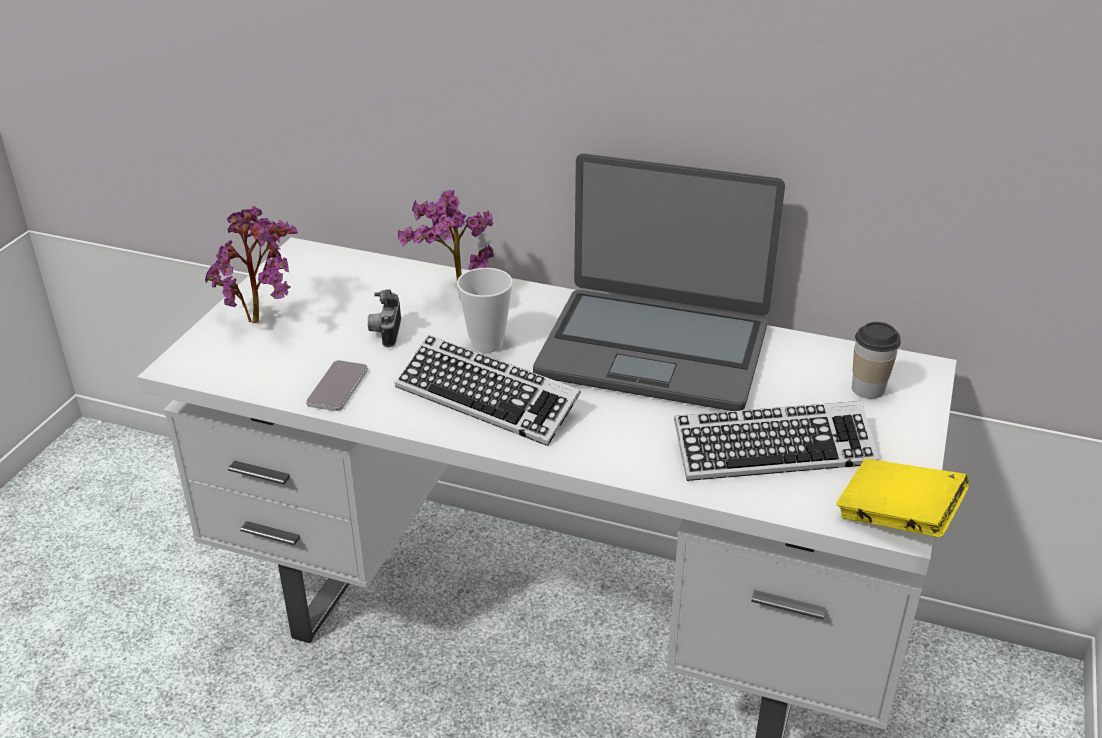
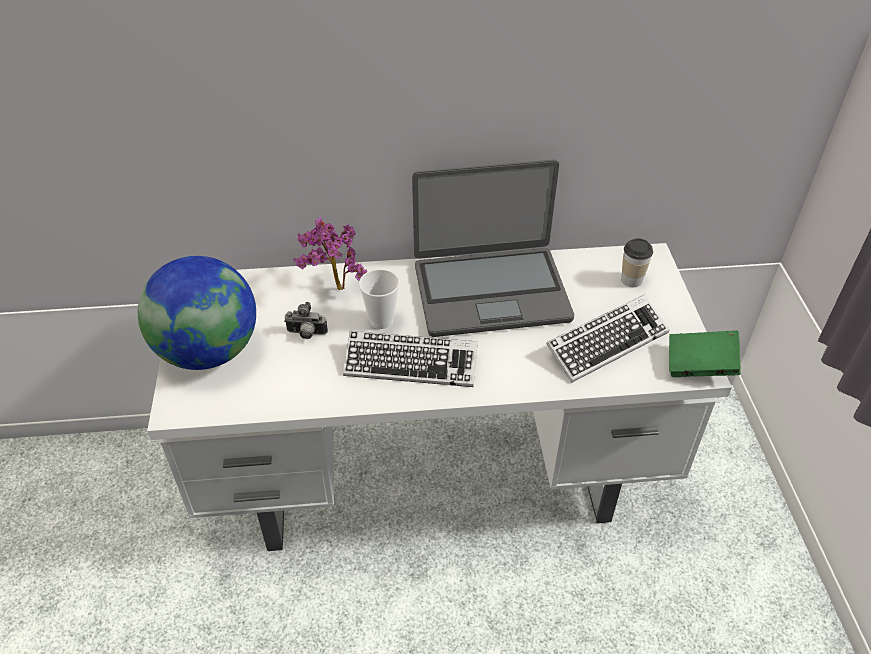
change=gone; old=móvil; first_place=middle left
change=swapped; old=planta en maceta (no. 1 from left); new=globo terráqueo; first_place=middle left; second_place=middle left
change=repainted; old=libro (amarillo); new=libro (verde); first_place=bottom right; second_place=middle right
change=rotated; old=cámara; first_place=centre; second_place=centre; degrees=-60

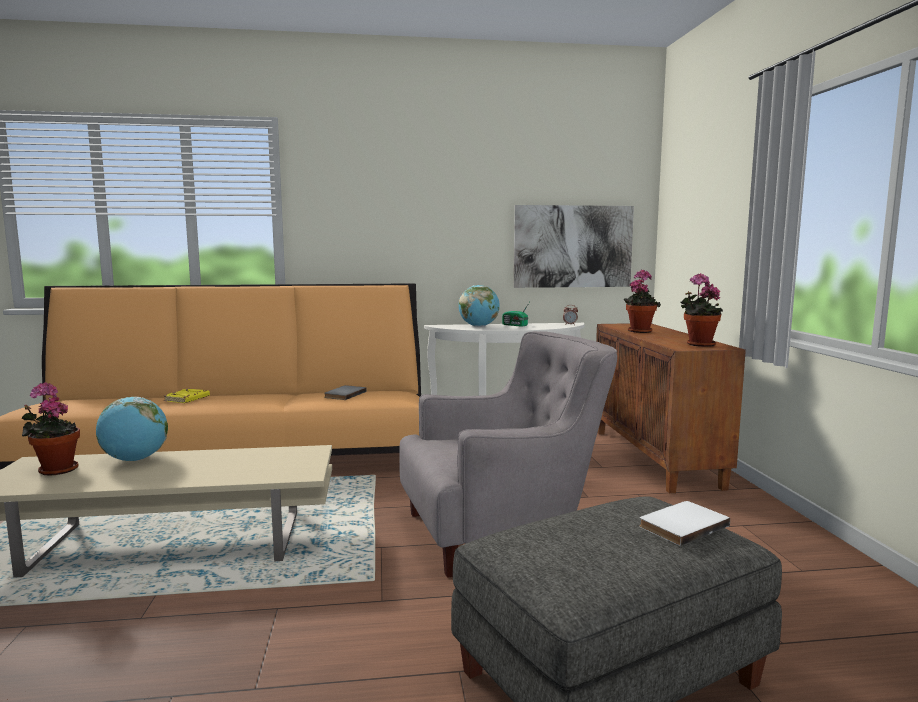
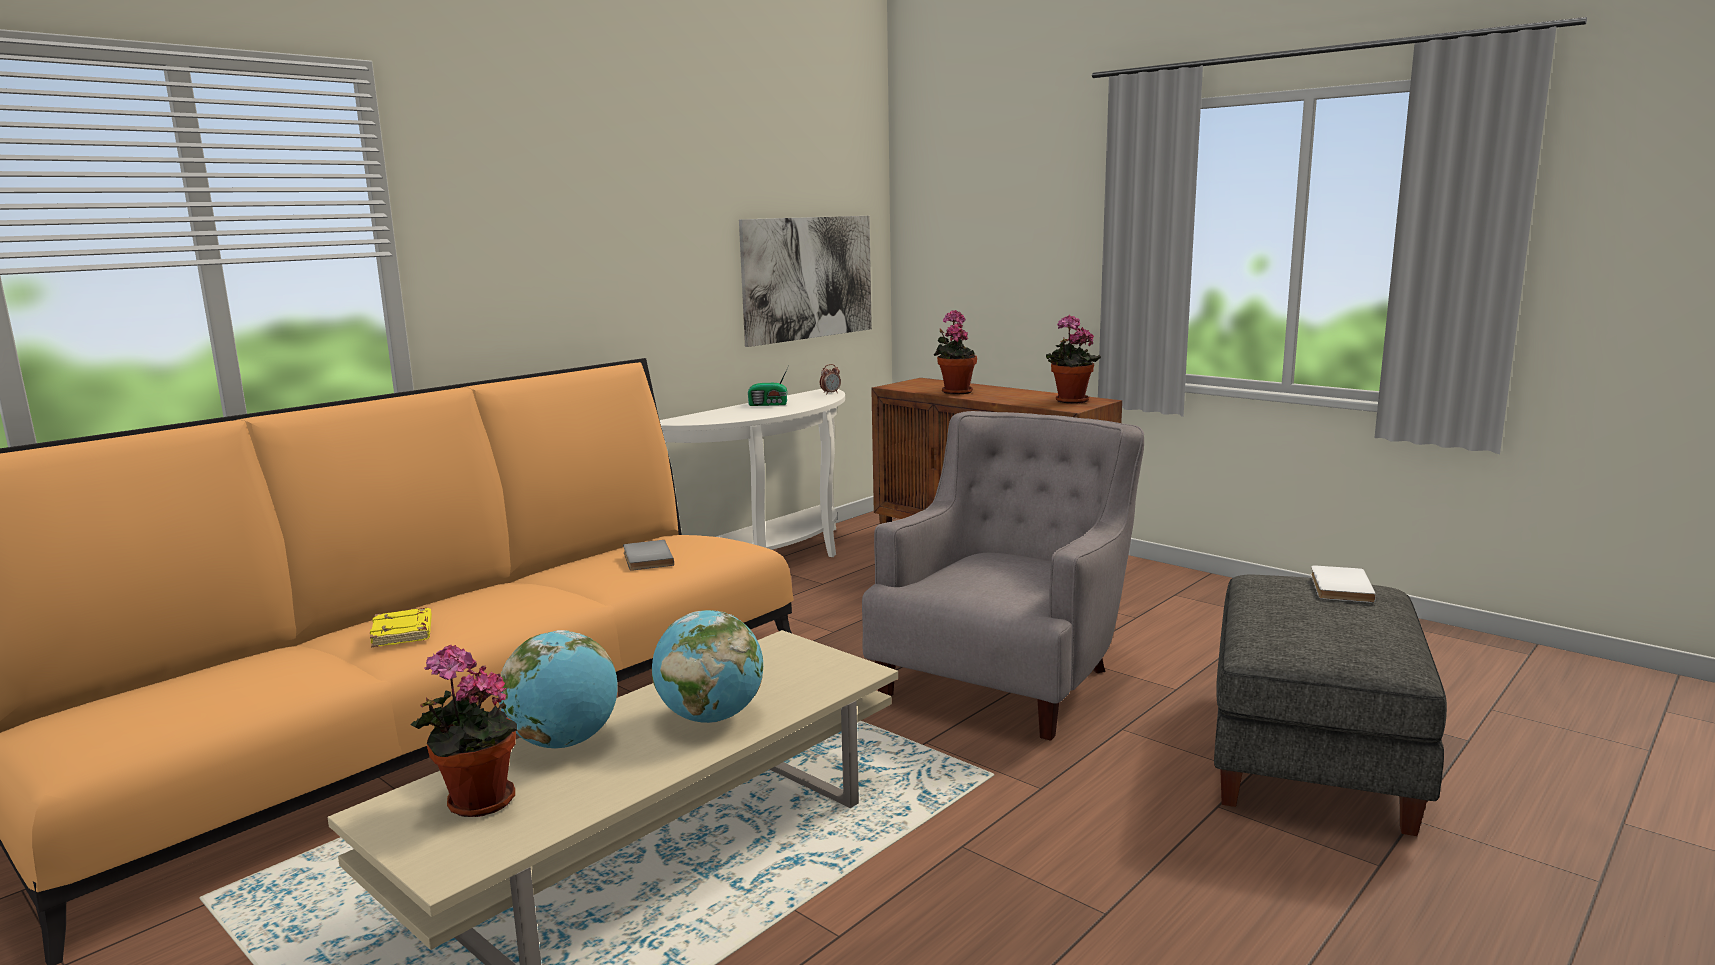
change=shifted; old=globo terráqueo (no. 2 from left); first_place=centre; second_place=bottom centre

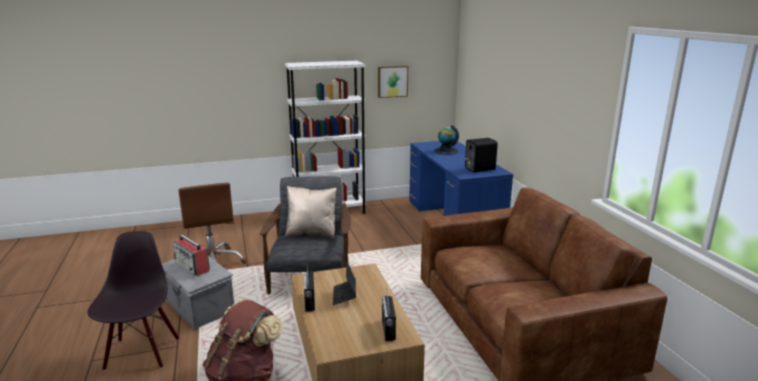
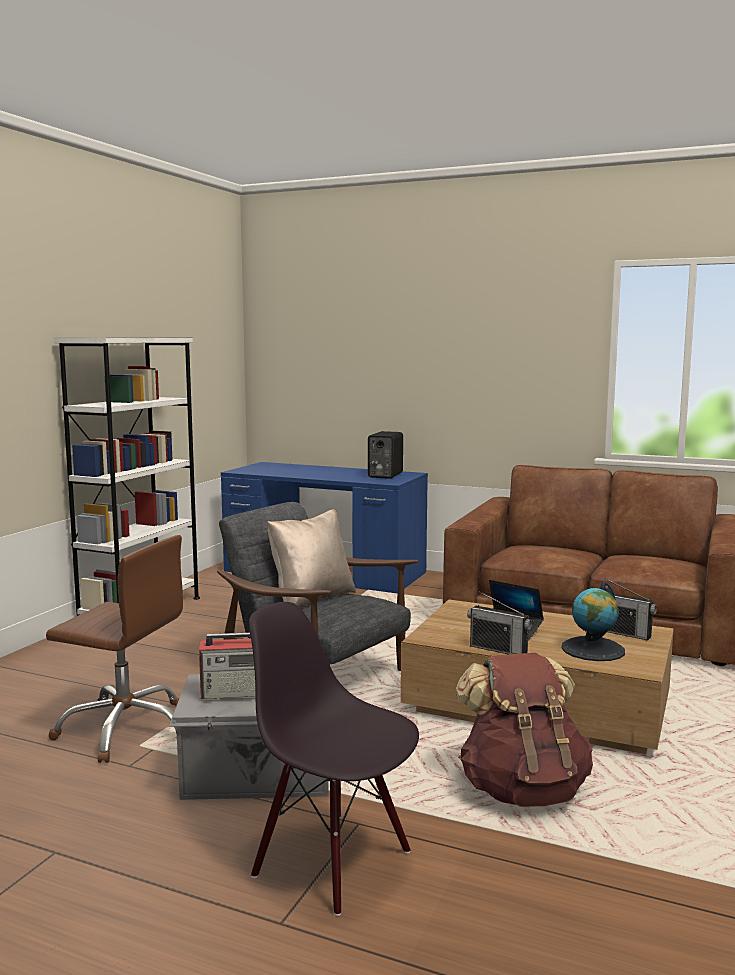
change=gone; old=cuadro; first_place=top centre
change=shifted; old=globo terráqueo; first_place=centre; second_place=middle right

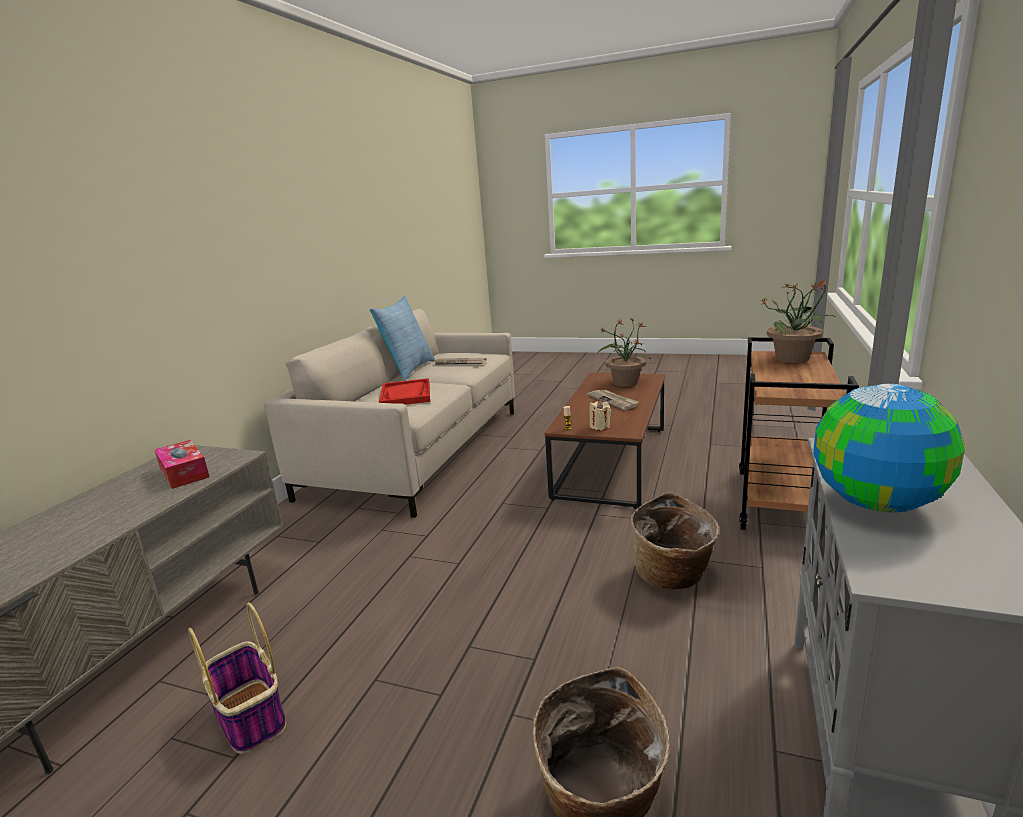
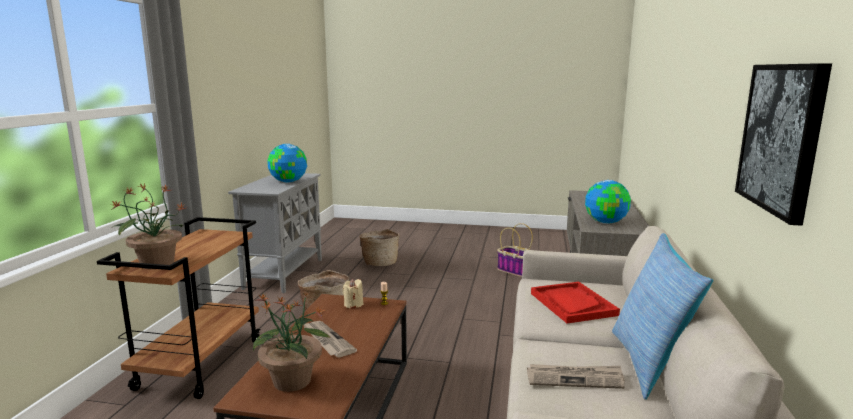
change=new; new=cuadro; second_place=middle right
change=swapped; old=caja de pañuelos; new=globo terráqueo (no. 2 from left); first_place=middle left; second_place=middle right

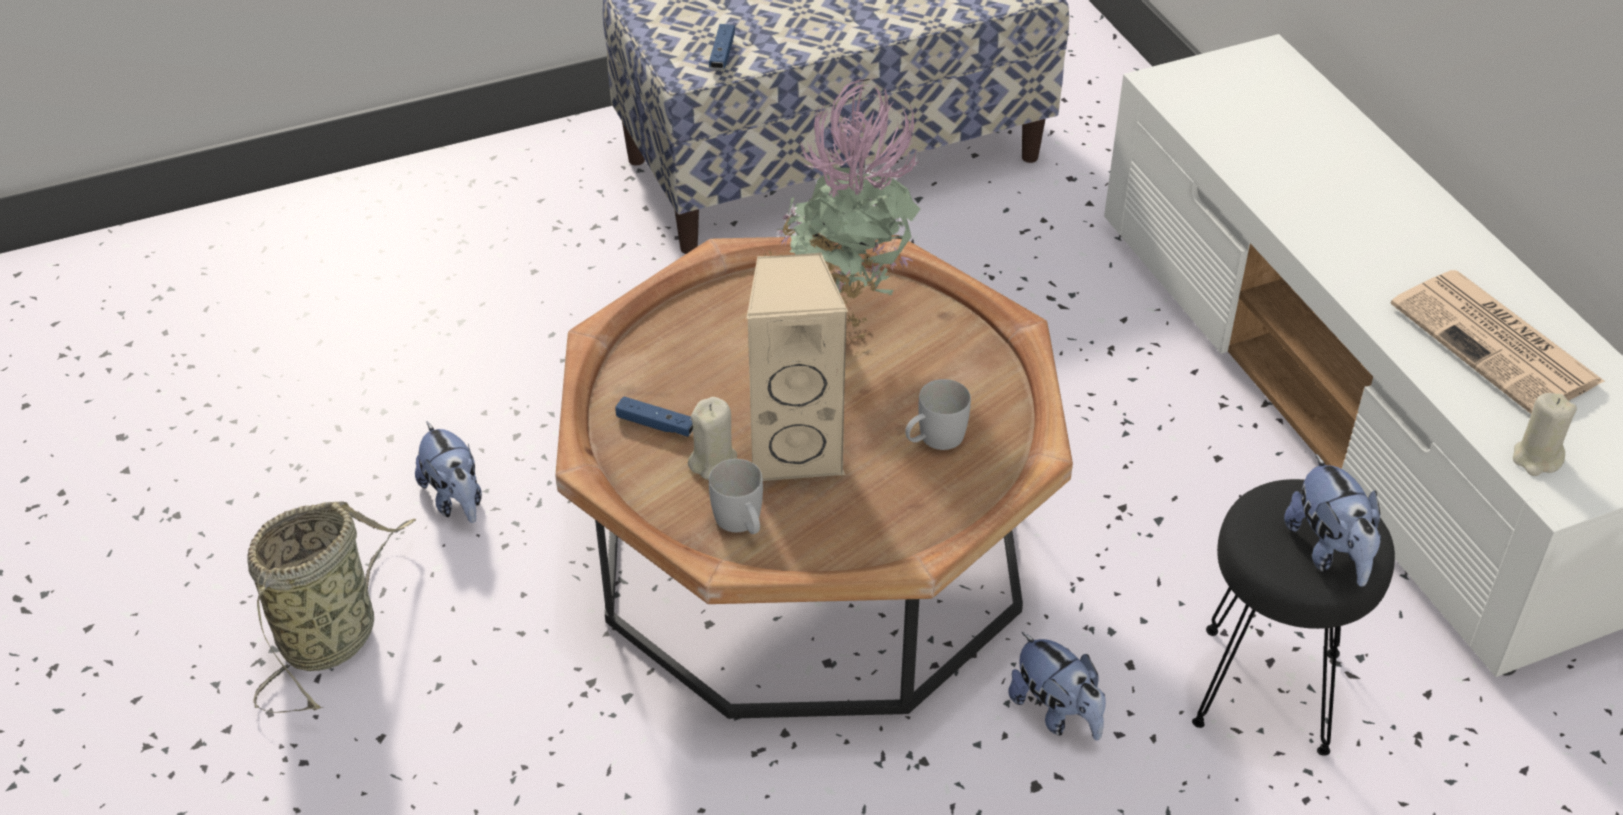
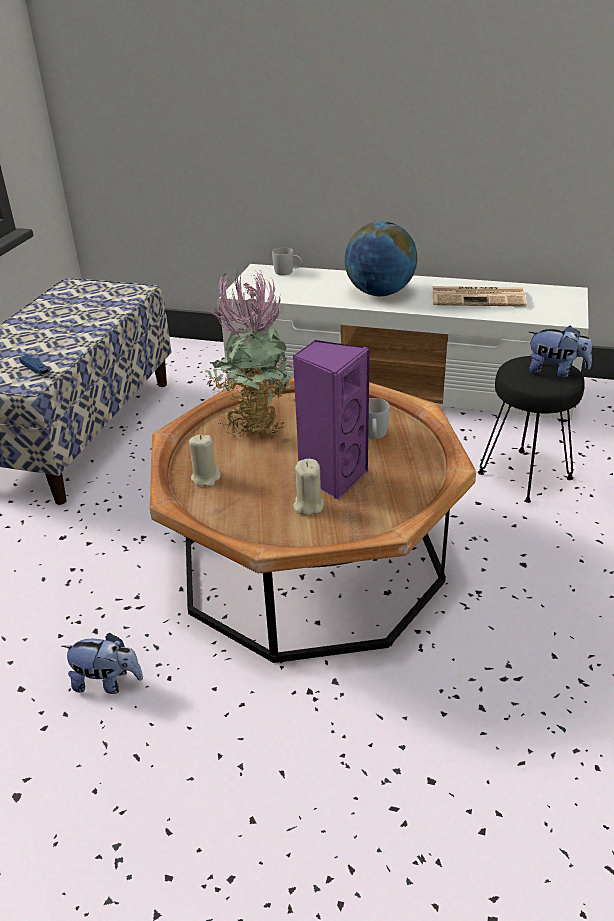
change=gone; old=cesta; first_place=bottom left
change=gone; old=mando de consola (azul) (no. 1 from left); first_place=centre
change=gone; old=peluche (no. 2 from left); first_place=bottom centre
change=new; new=globo terráqueo; second_place=top centre
change=shifted; old=taza grande (blanco) (no. 1 from left); first_place=centre; second_place=top centre
change=shifted; old=vela (beis) (no. 2 from left in the first image); new=vela (beis) (no. 1 from left); first_place=middle right; second_place=middle left
change=repainted; old=altavoz (beis); new=altavoz (morado); first_place=centre; second_place=centre

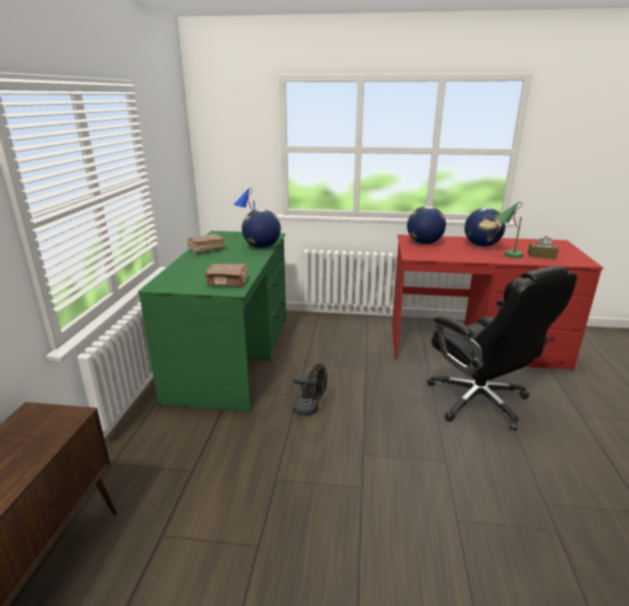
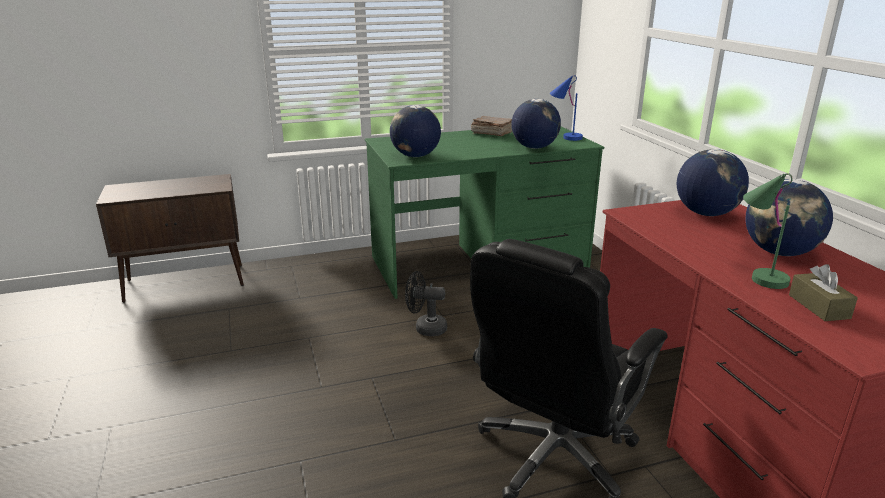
change=swapped; old=libro (marrón) (no. 2 from left); new=globo terráqueo (no. 1 from left); first_place=centre; second_place=top centre
change=rotated; old=ventilador (negro); first_place=centre; second_place=centre; degrees=105

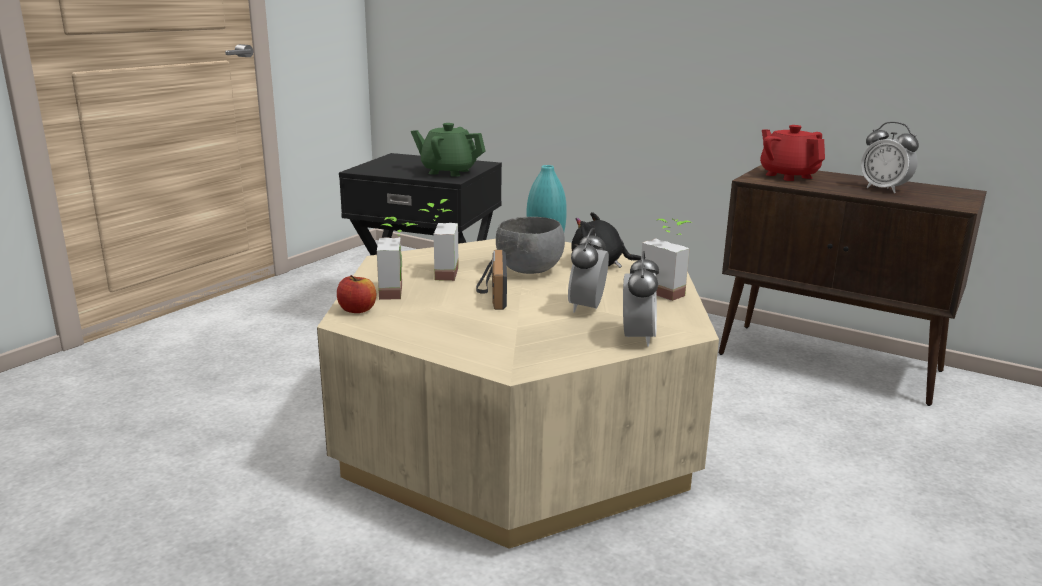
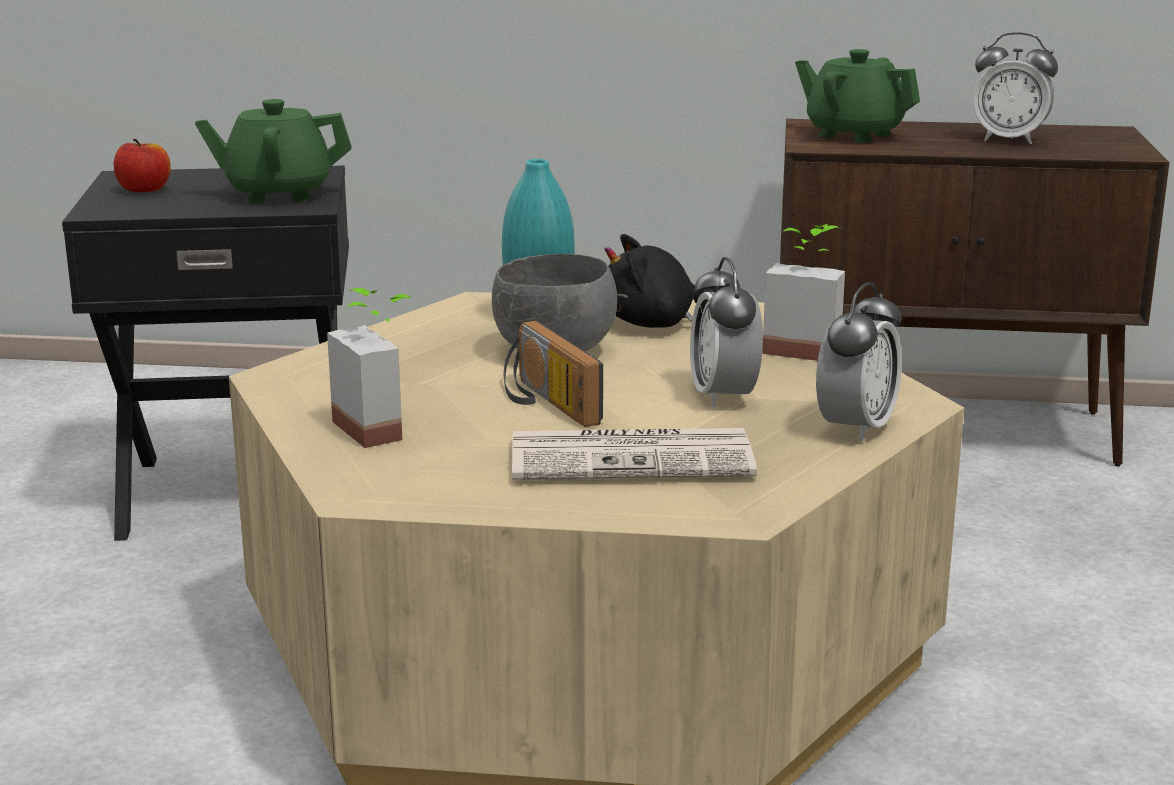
change=gone; old=planta en maceta (no. 2 from left); first_place=centre
change=new; new=periódico; second_place=centre
change=shifted; old=manzana; first_place=centre; second_place=top left
change=repainted; old=tetera (rojo); new=tetera (verde) (no. 2 from left); first_place=top right; second_place=top right
change=rotated; old=despertador (no. 2 from left); first_place=centre; second_place=middle right; degrees=45

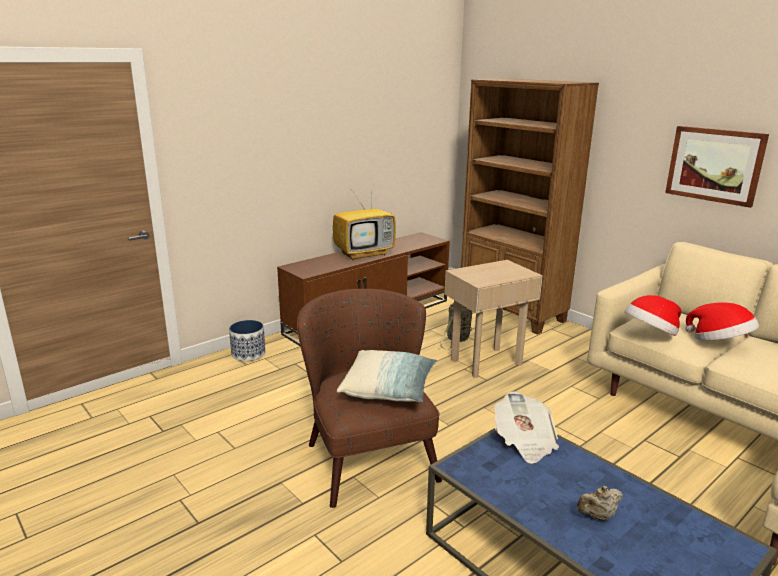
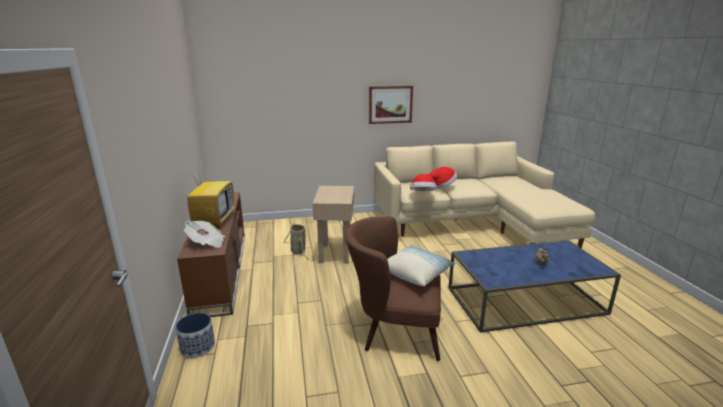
change=gone; old=estantería (marrón); first_place=middle right
change=shifted; old=periódico; first_place=bottom right; second_place=middle left

